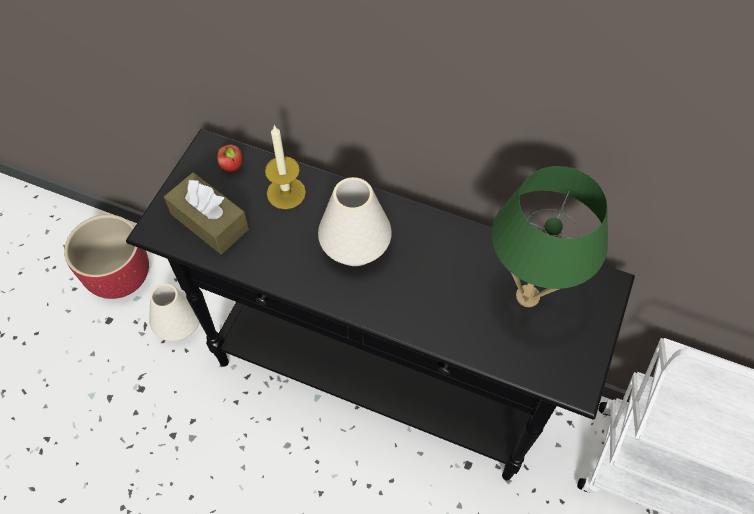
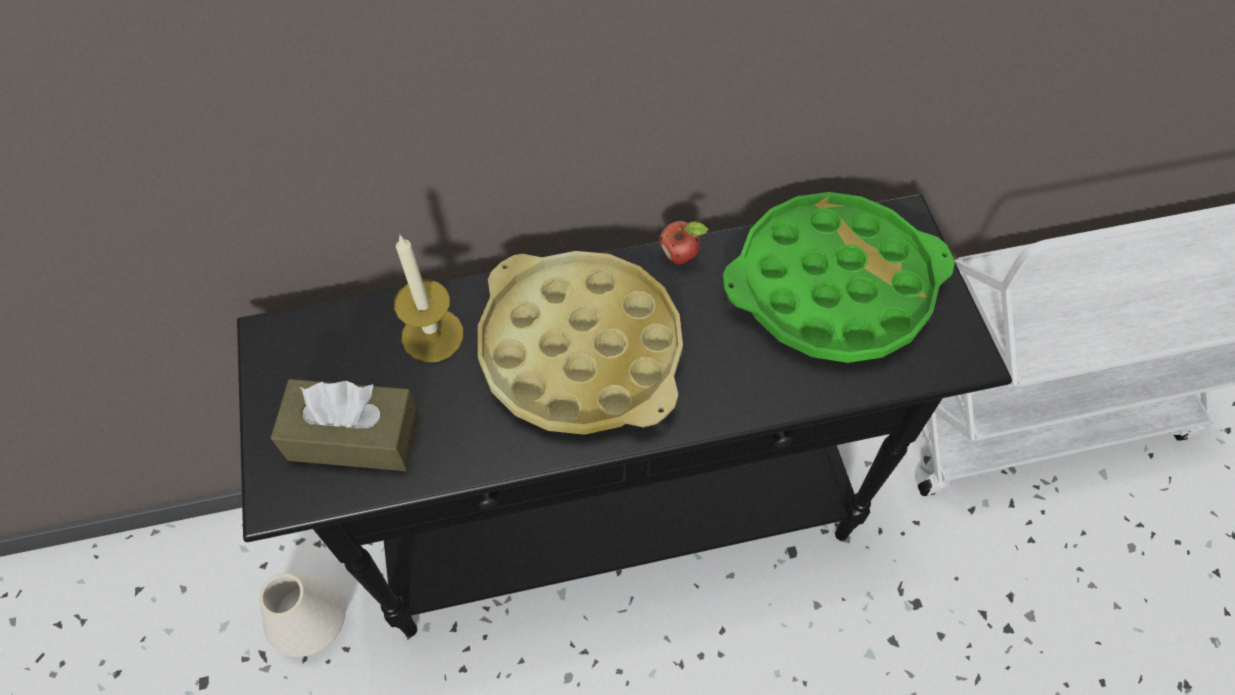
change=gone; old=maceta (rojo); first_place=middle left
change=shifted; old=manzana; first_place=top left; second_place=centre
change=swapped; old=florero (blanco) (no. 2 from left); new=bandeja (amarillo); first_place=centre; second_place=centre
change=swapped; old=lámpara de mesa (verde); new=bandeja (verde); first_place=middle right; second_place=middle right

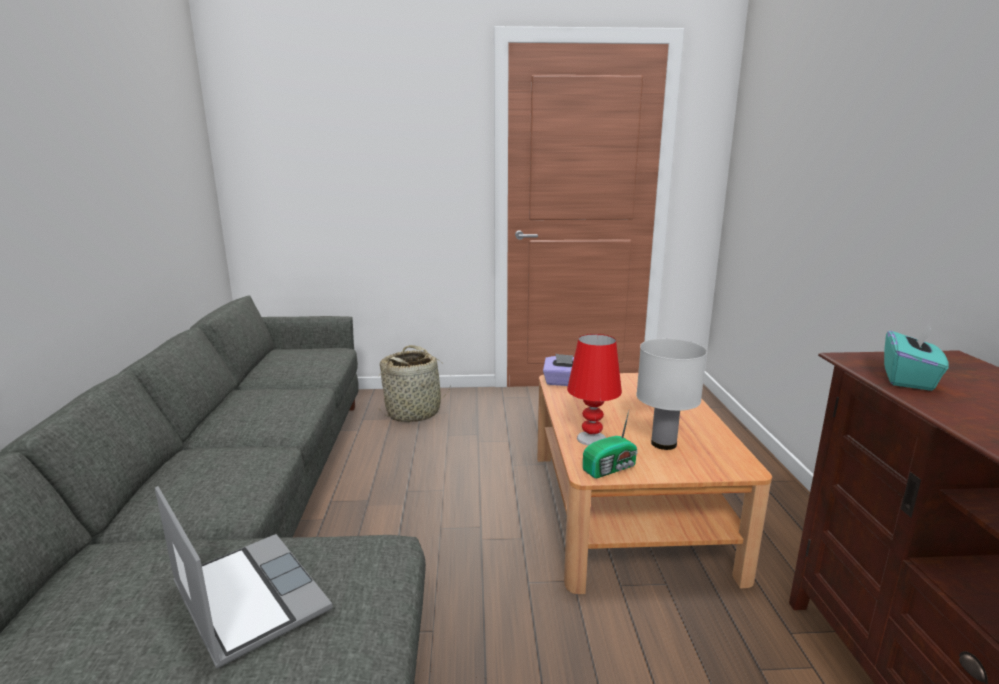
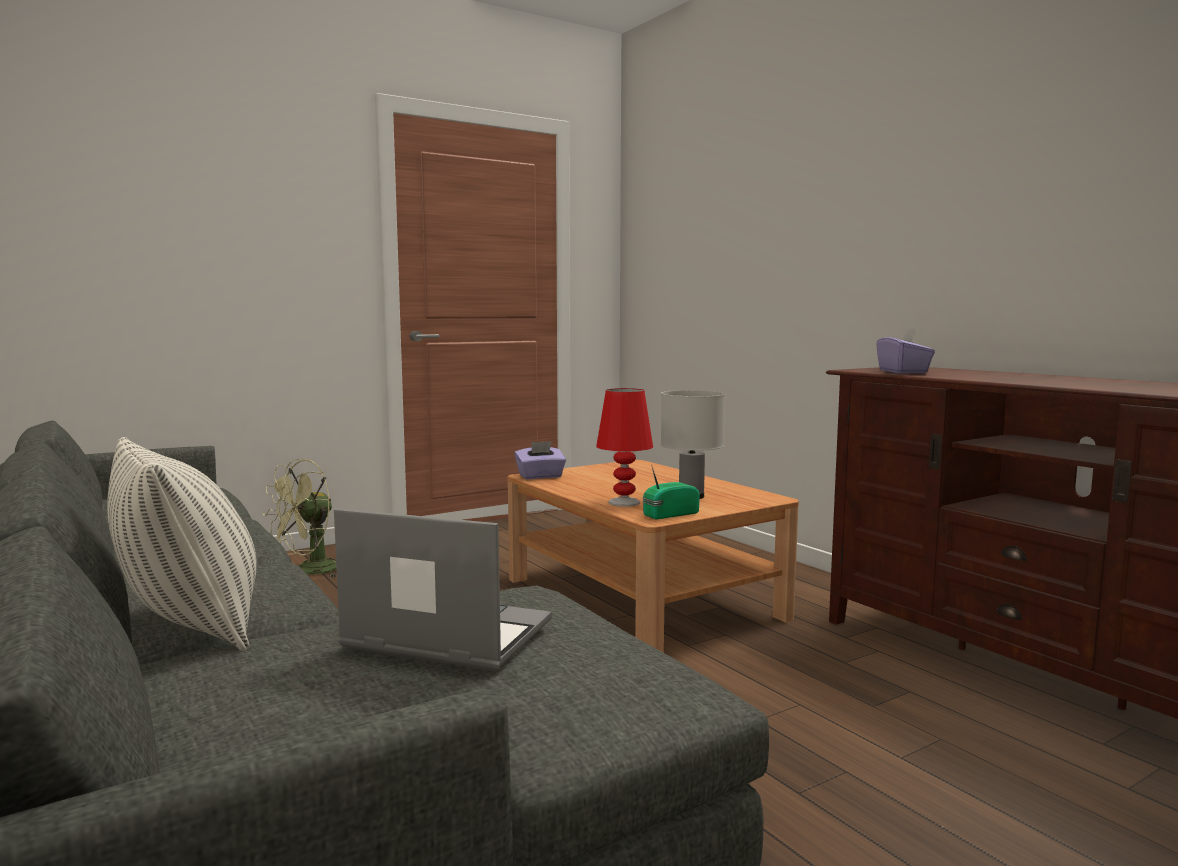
change=new; new=cojín; second_place=middle left
change=swapped; old=cesta; new=ventilador (verde); first_place=centre; second_place=middle left
change=repainted; old=caja de pañuelos (turquesa); new=caja de pañuelos (morado) (no. 2 from left); first_place=middle right; second_place=middle right
change=rotated; old=radio; first_place=centre; second_place=centre; degrees=-150

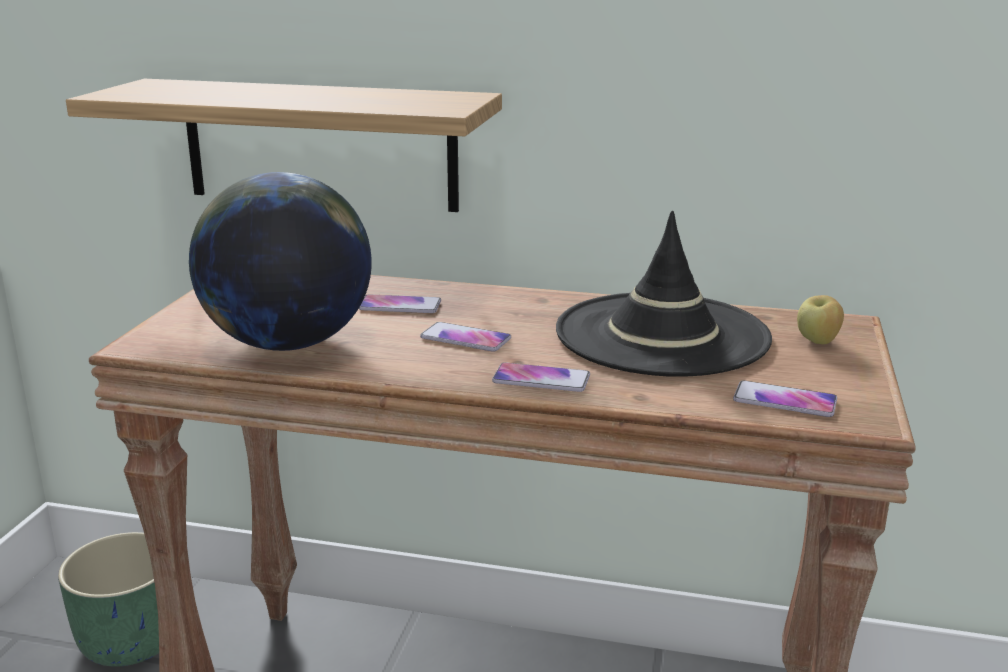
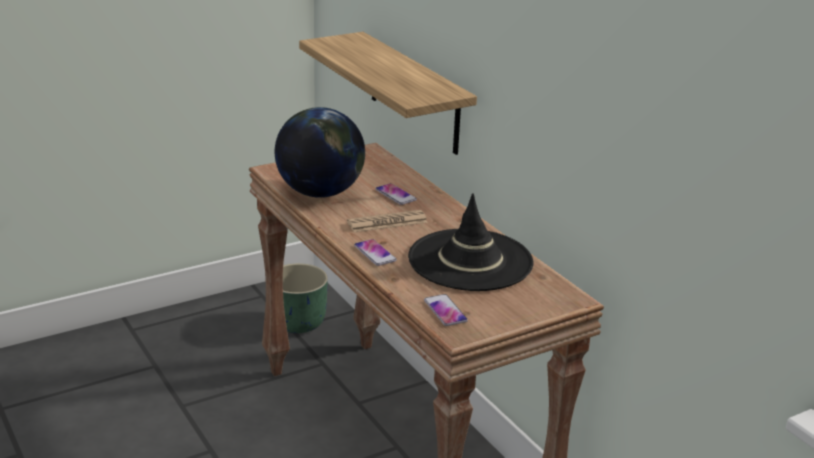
change=gone; old=manzana; first_place=middle right
change=swapped; old=móvil (no. 2 from left); new=periódico; first_place=centre; second_place=centre

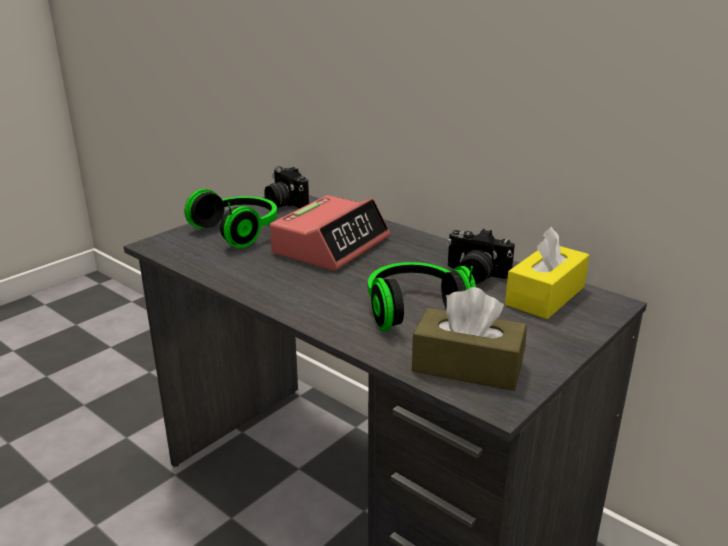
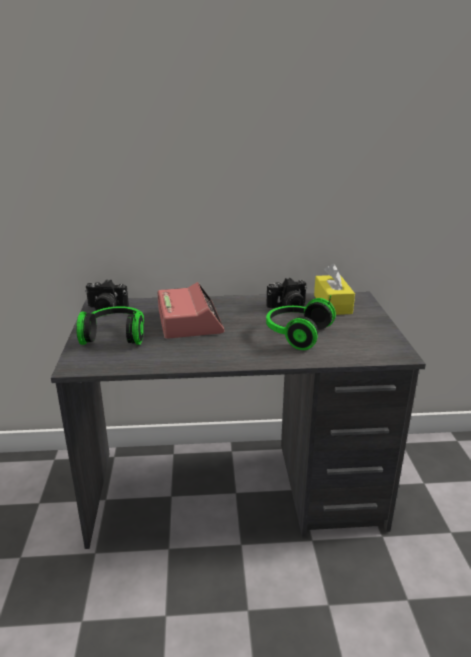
change=gone; old=caja de pañuelos (marrón); first_place=centre

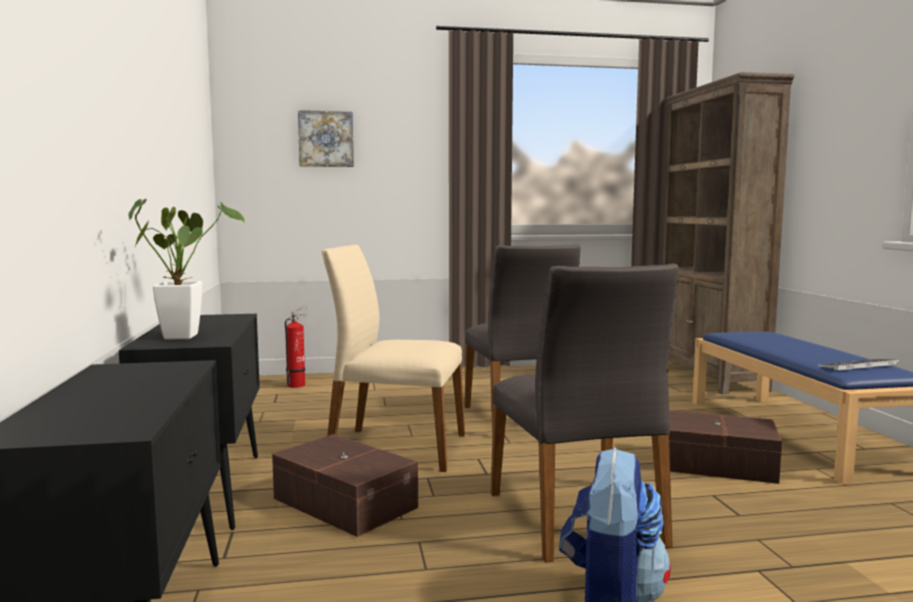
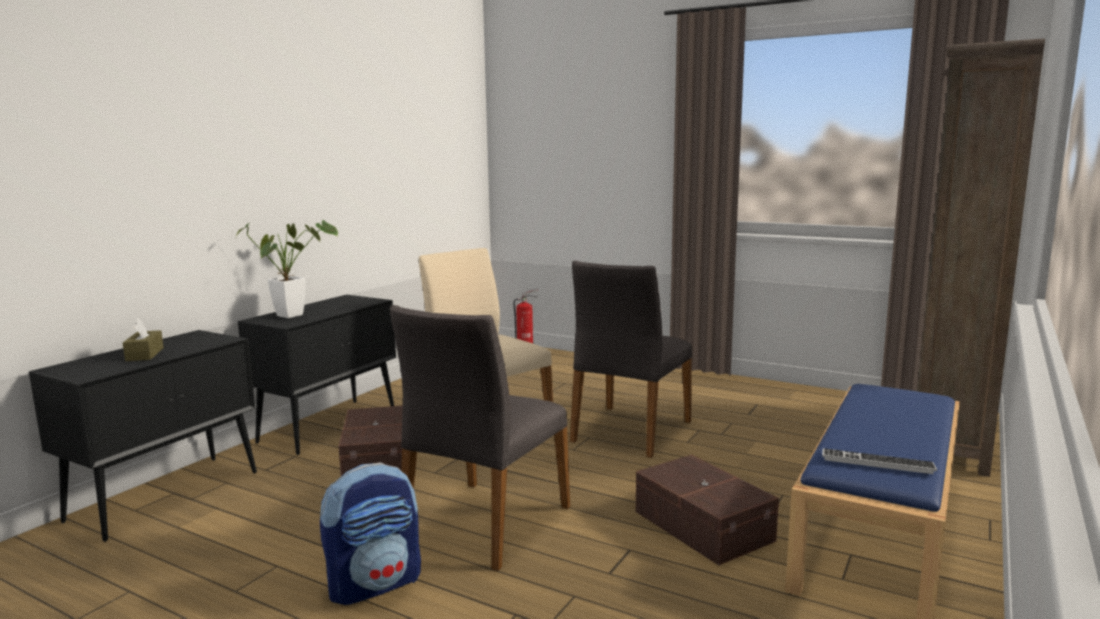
change=gone; old=cuadro; first_place=top centre
change=new; new=caja de pañuelos (marrón); second_place=middle left

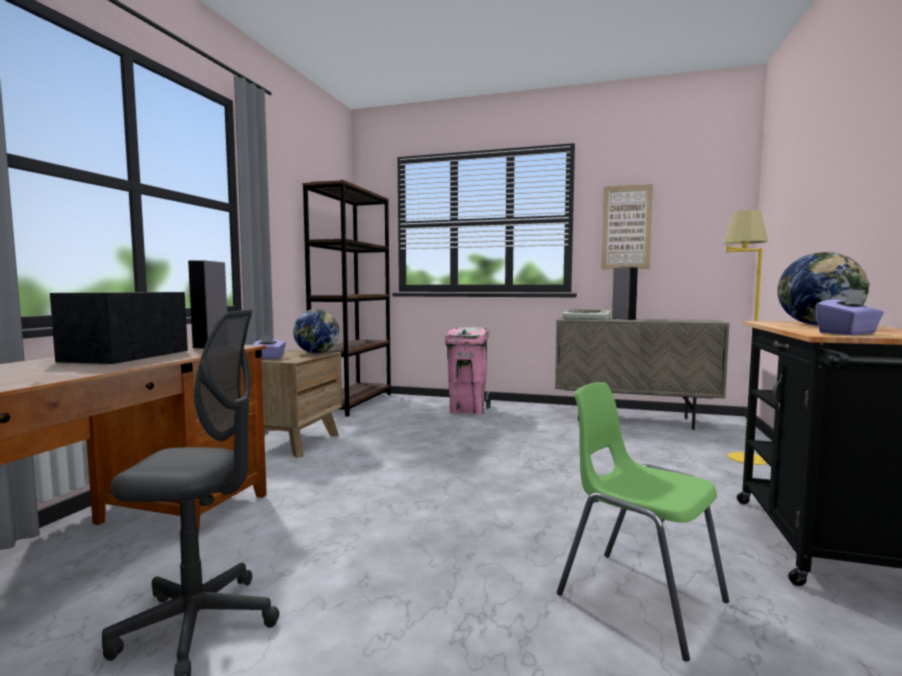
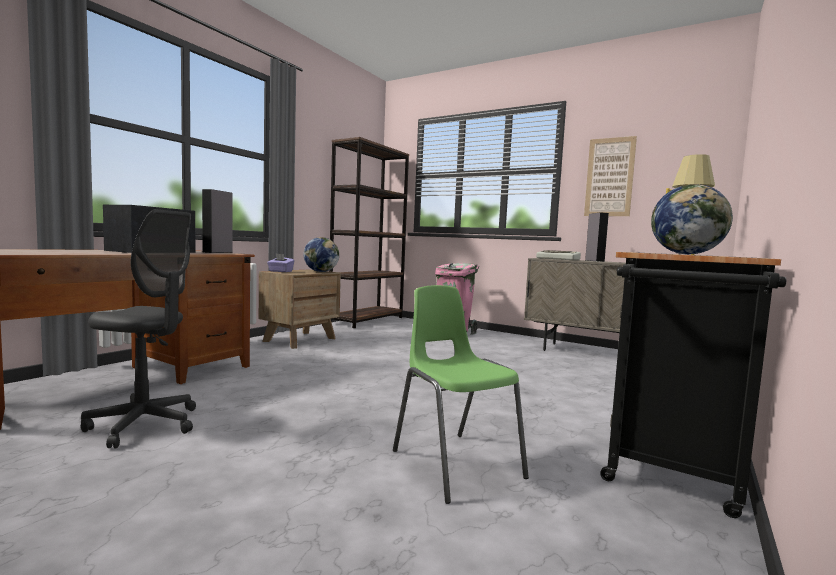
change=gone; old=caja de pañuelos (morado) (no. 2 from left); first_place=middle right

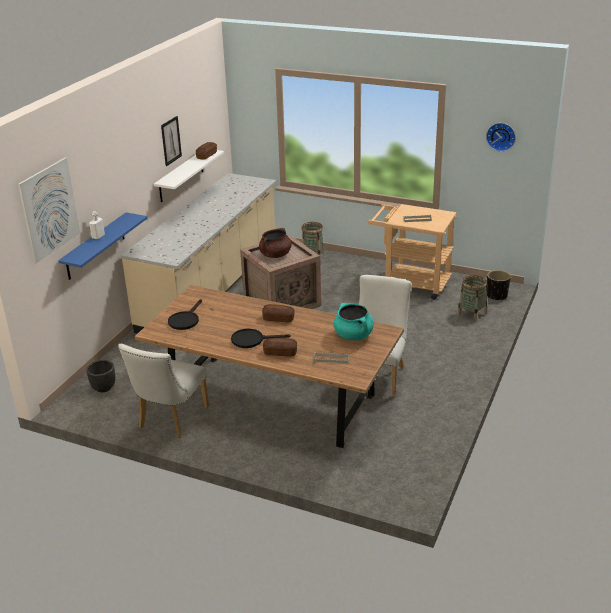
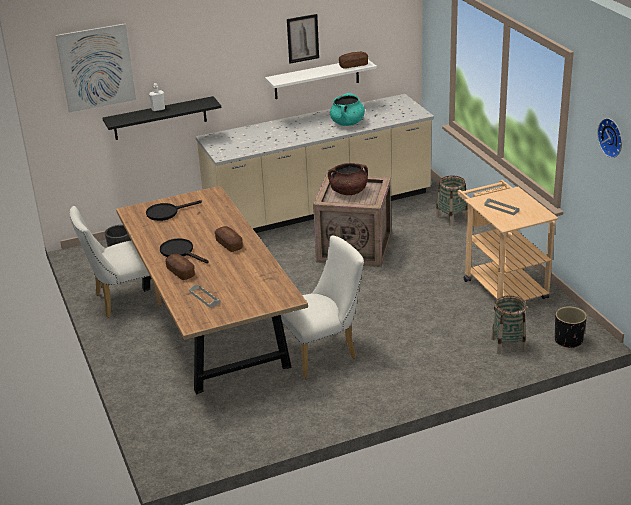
change=shifted; old=olla (turquesa); first_place=centre; second_place=top centre
change=repainted; old=estante (azul); new=estante (negro); first_place=middle left; second_place=top left

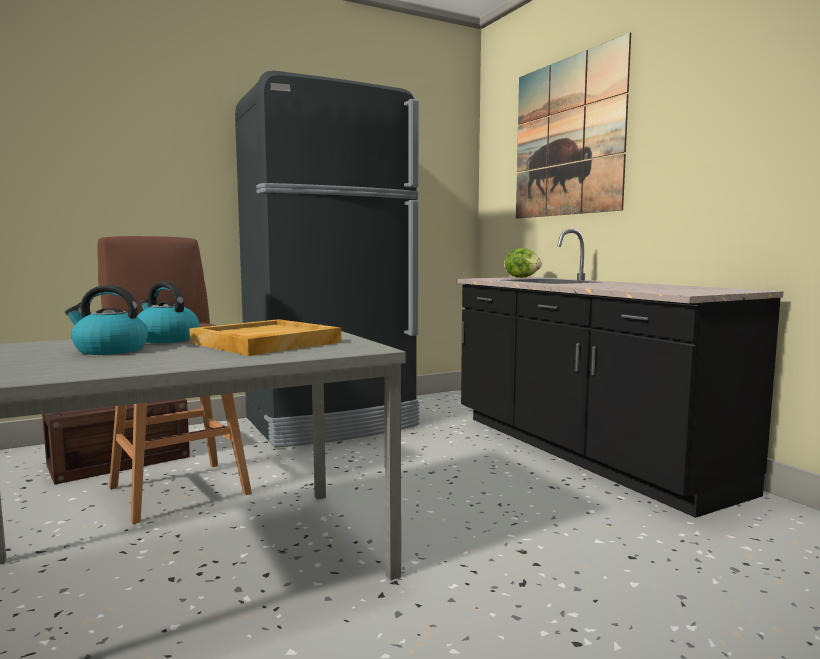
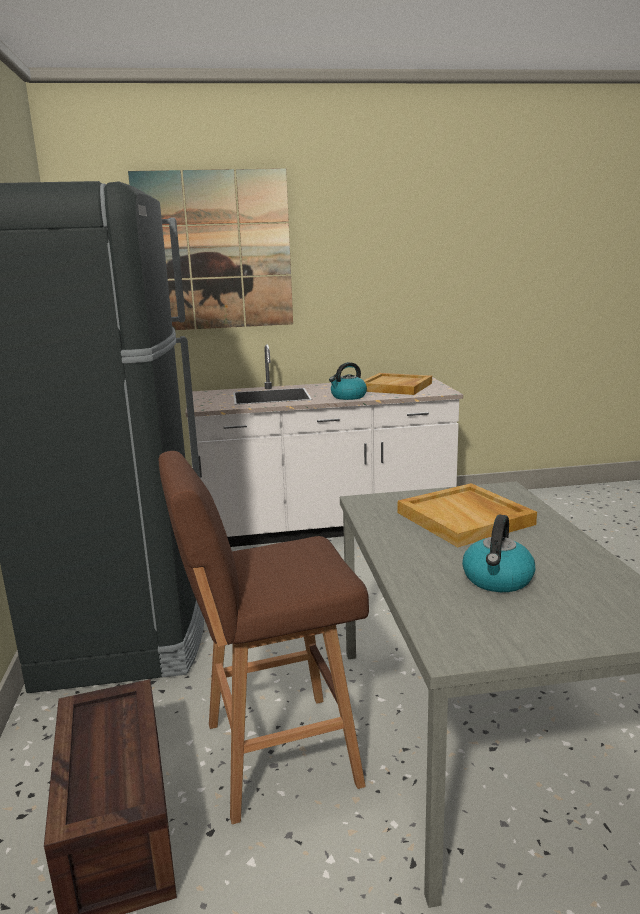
change=gone; old=lechuga; first_place=centre
change=new; new=bandeja (beis) (no. 1 from left); second_place=centre
change=shifted; old=hervidor (no. 2 from left in the first image); new=hervidor (no. 1 from left); first_place=middle left; second_place=centre
change=repainted; old=mueble bajo de cocina (negro); new=mueble bajo de cocina (blanco); first_place=middle right; second_place=centre

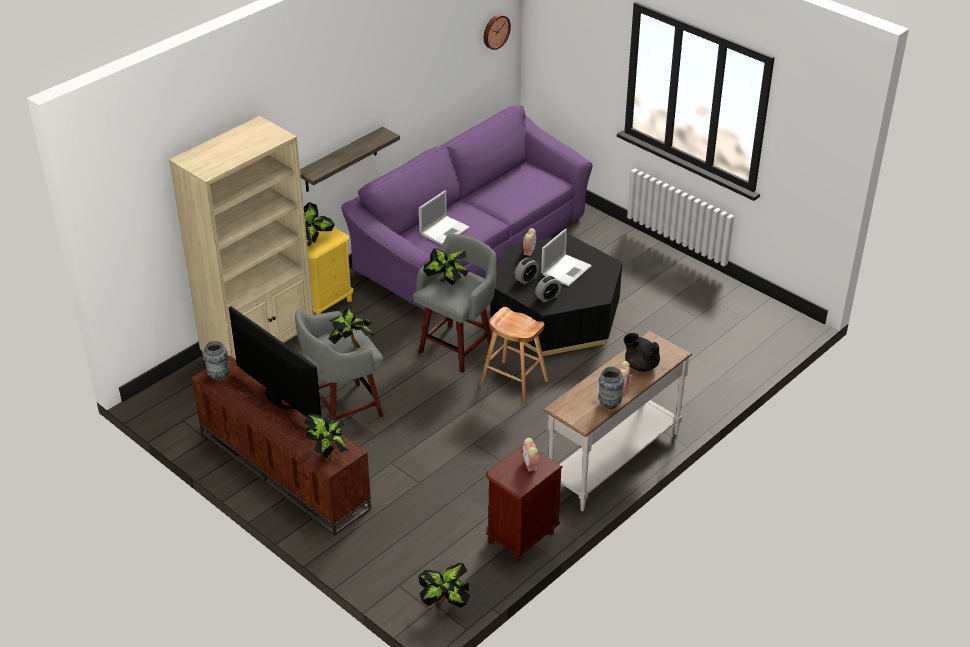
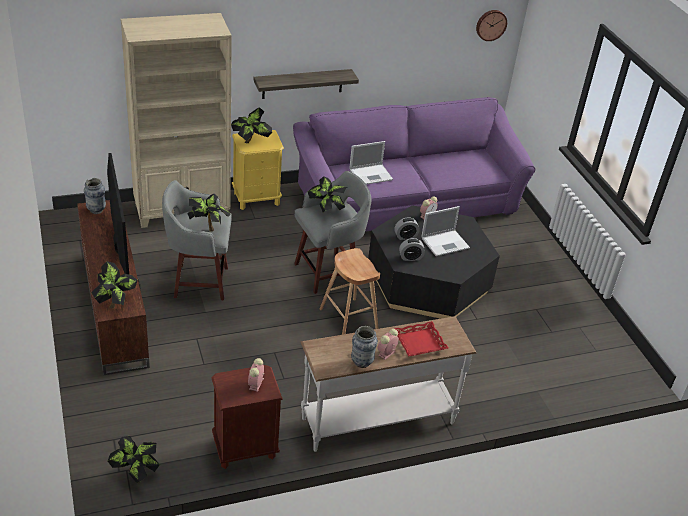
change=swapped; old=tetera (negro); new=bandeja (rojo); first_place=centre; second_place=centre

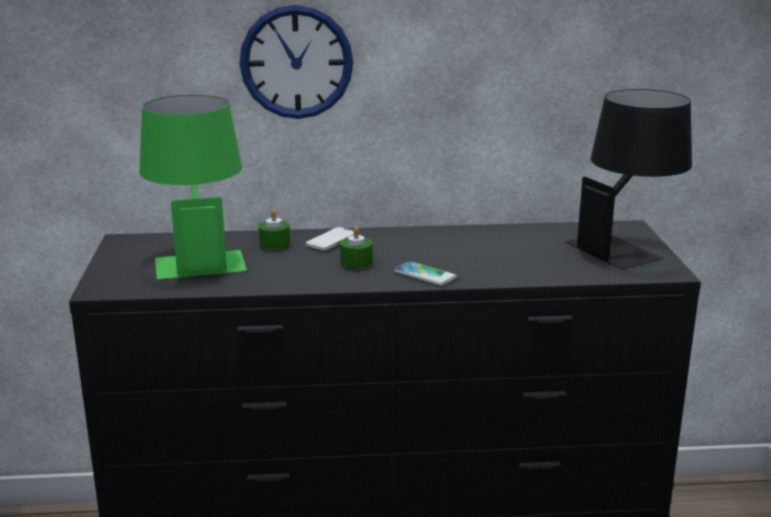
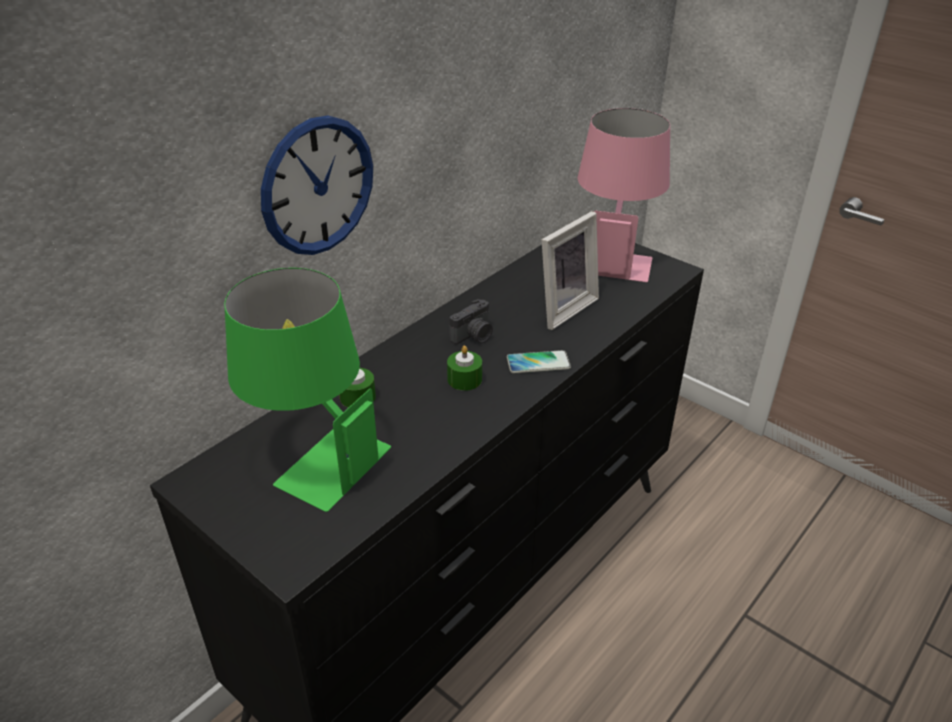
change=gone; old=móvil (no. 1 from left); first_place=centre
change=new; new=cámara; second_place=centre
change=new; new=portarretratos; second_place=centre
change=repainted; old=lámpara de mesa (negro); new=lámpara de mesa (rosa); first_place=middle right; second_place=top centre

